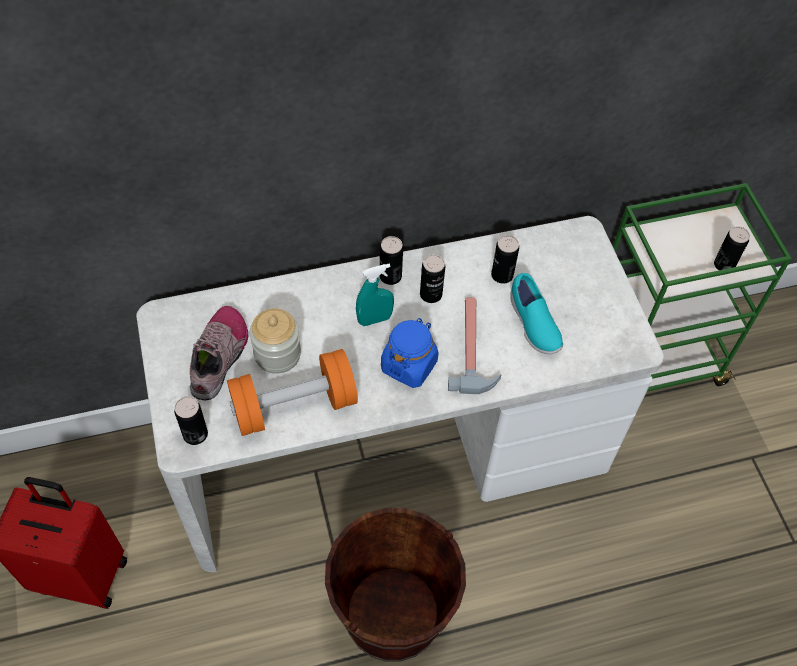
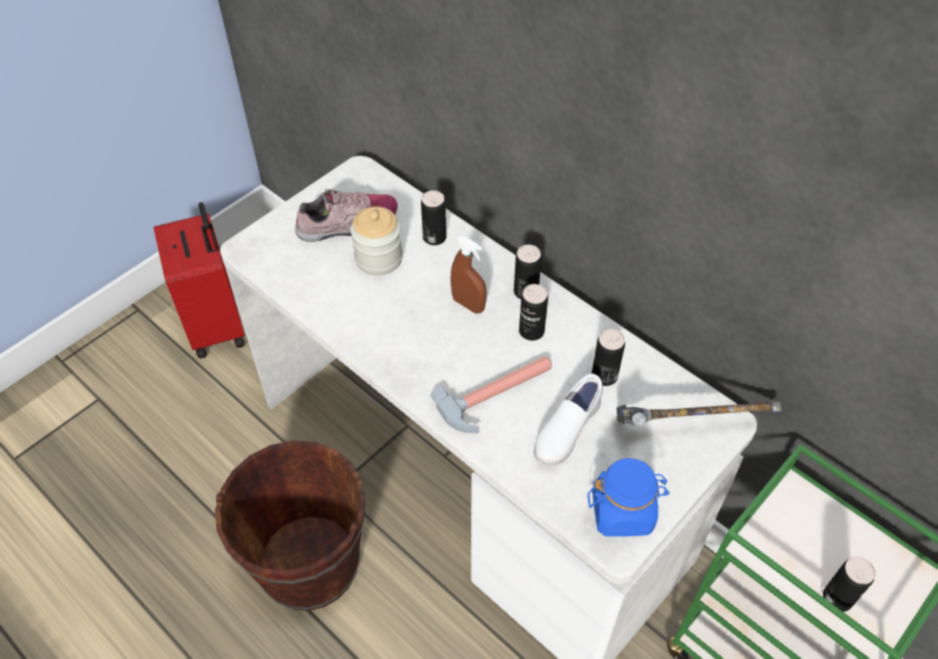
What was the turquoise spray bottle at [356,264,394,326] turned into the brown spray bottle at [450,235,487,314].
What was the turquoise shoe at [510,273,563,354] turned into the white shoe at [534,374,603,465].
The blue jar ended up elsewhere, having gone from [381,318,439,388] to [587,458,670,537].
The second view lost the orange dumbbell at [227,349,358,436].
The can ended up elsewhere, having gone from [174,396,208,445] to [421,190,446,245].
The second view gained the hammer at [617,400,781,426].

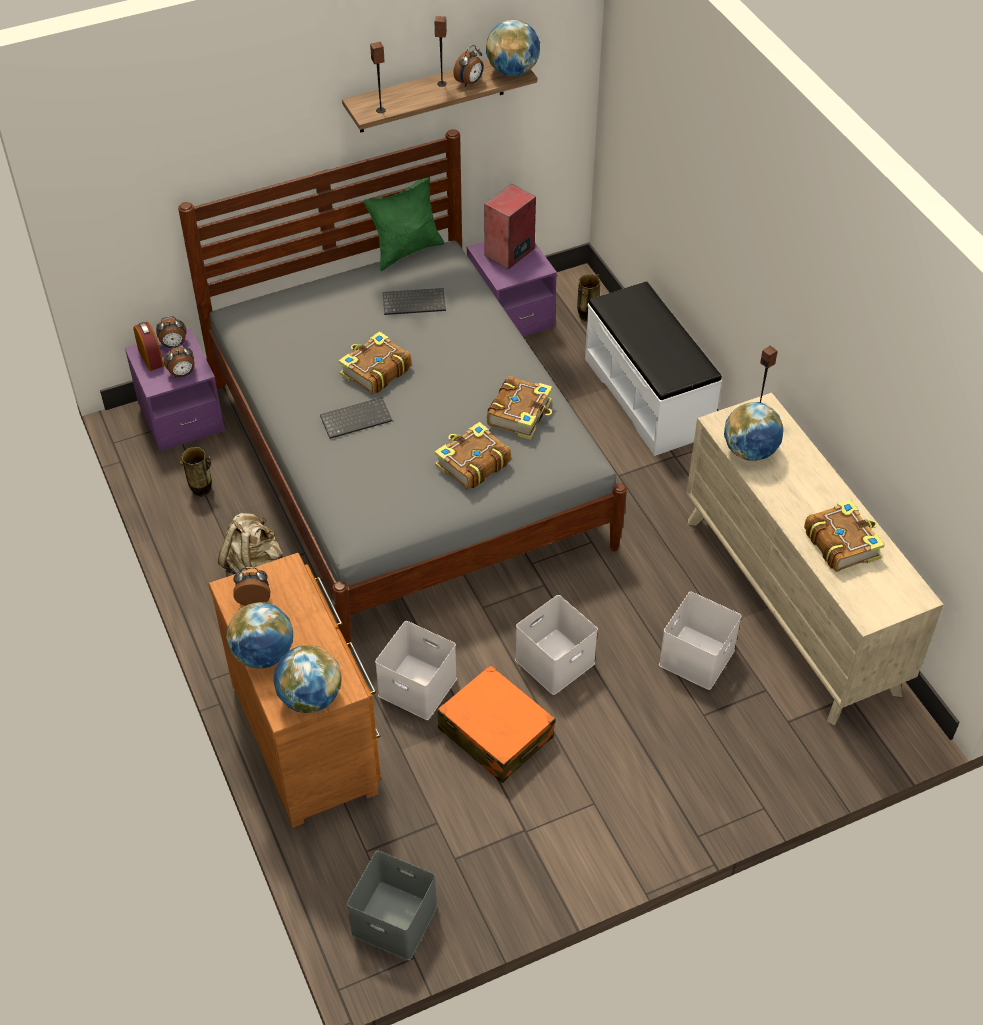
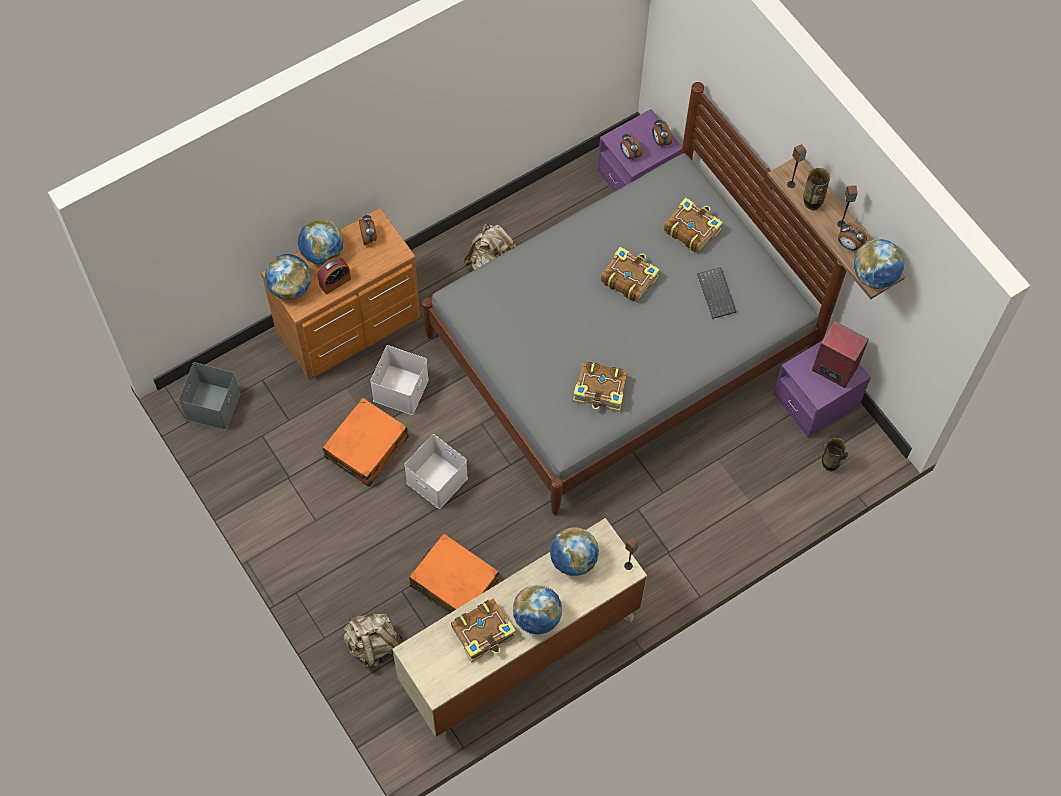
The second view lost the green pillow at [364,177,445,271].
The second view lost the white bench at [585,281,722,456].
The alarm clock ended up elsewhere, having gone from [134,322,164,371] to [318,257,351,294].
The second view lost the keyboard at [320,397,392,439].
The book ended up elsewhere, having gone from [435,422,511,490] to [664,198,723,253].
The vase ended up elsewhere, having gone from [180,447,212,497] to [803,168,830,210].
Where the white storage box stood at [659,592,741,690], the orange suitcase came to stand at [409,533,499,613].
The second view gained the globe at [513,585,562,635].
The second view gained the beige backpack at [343,614,403,669].

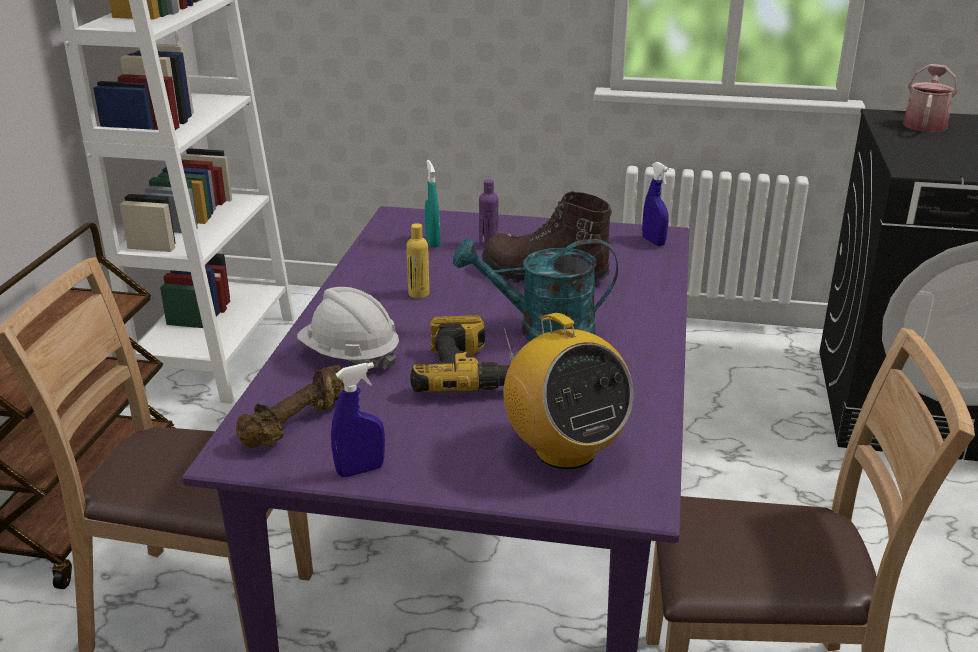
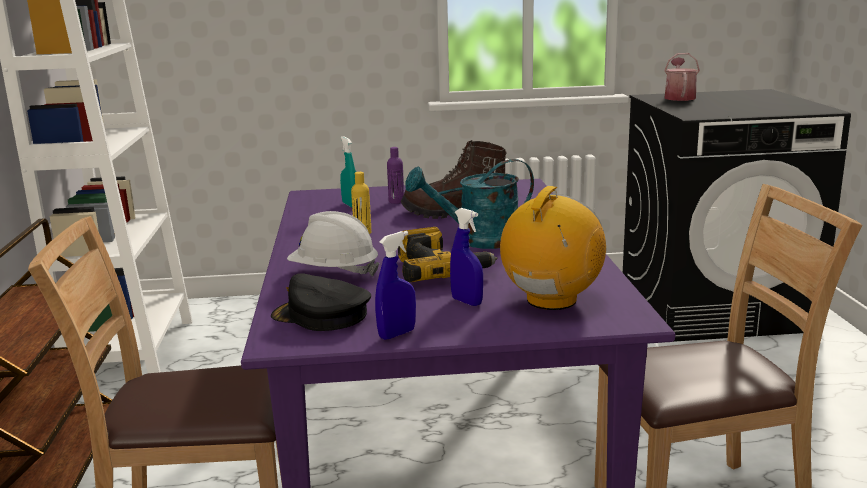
The blue spray bottle ended up elsewhere, having gone from [642,162,669,246] to [450,208,483,306].
The radio at [503,313,633,469] ended up facing another way, 105 degrees counterclockwise from before.
Where the brown dumbbell stood at [236,365,344,448], the black cap came to stand at [271,273,371,331].

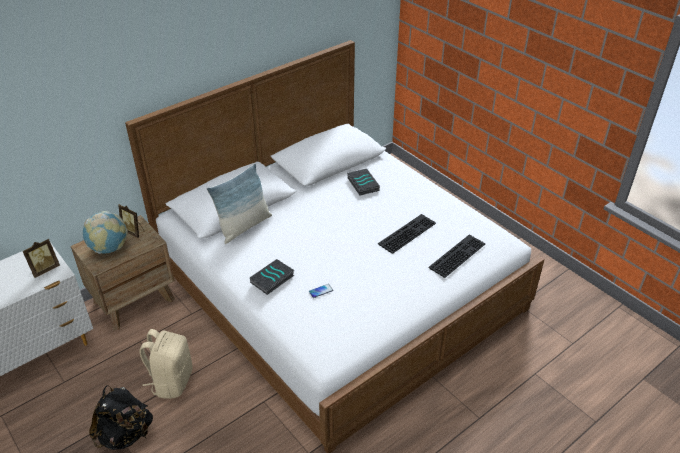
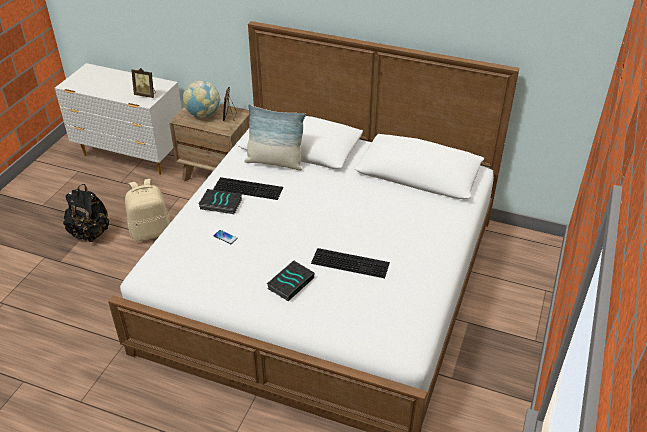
The book ended up elsewhere, having gone from [347,169,380,195] to [267,260,314,301].
The keyboard ended up elsewhere, having gone from [428,235,486,278] to [213,177,283,200].

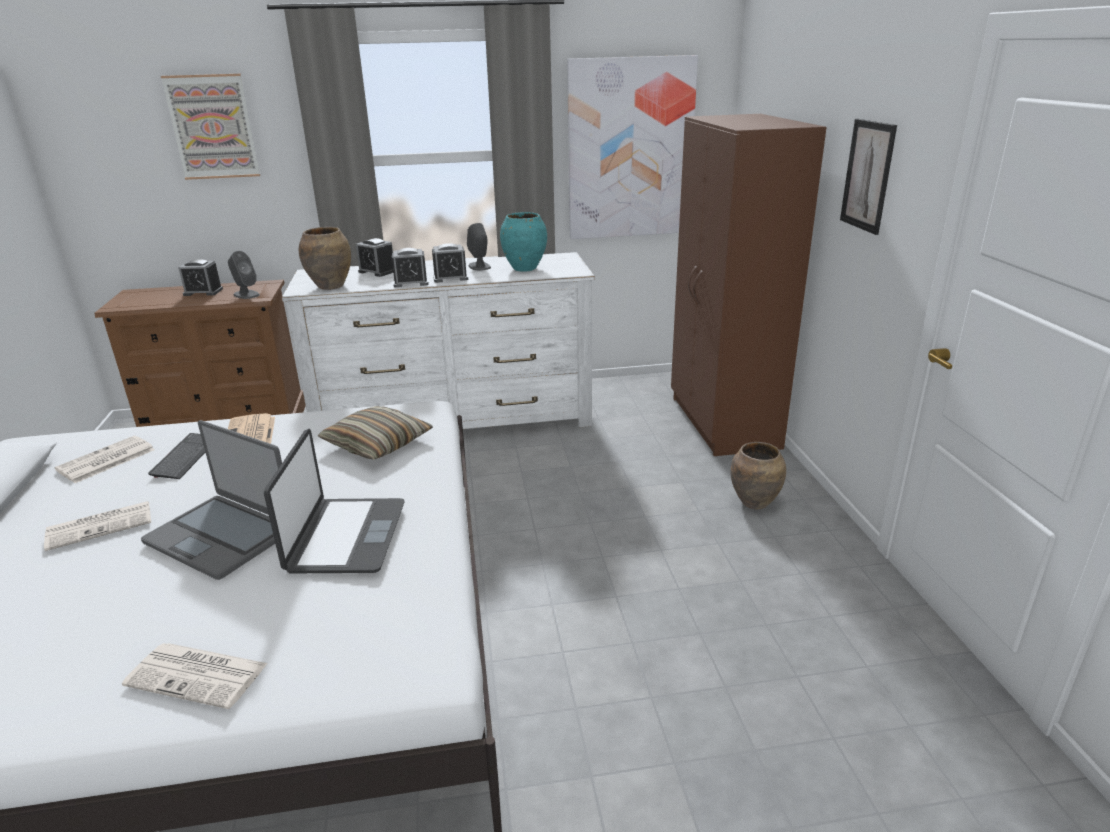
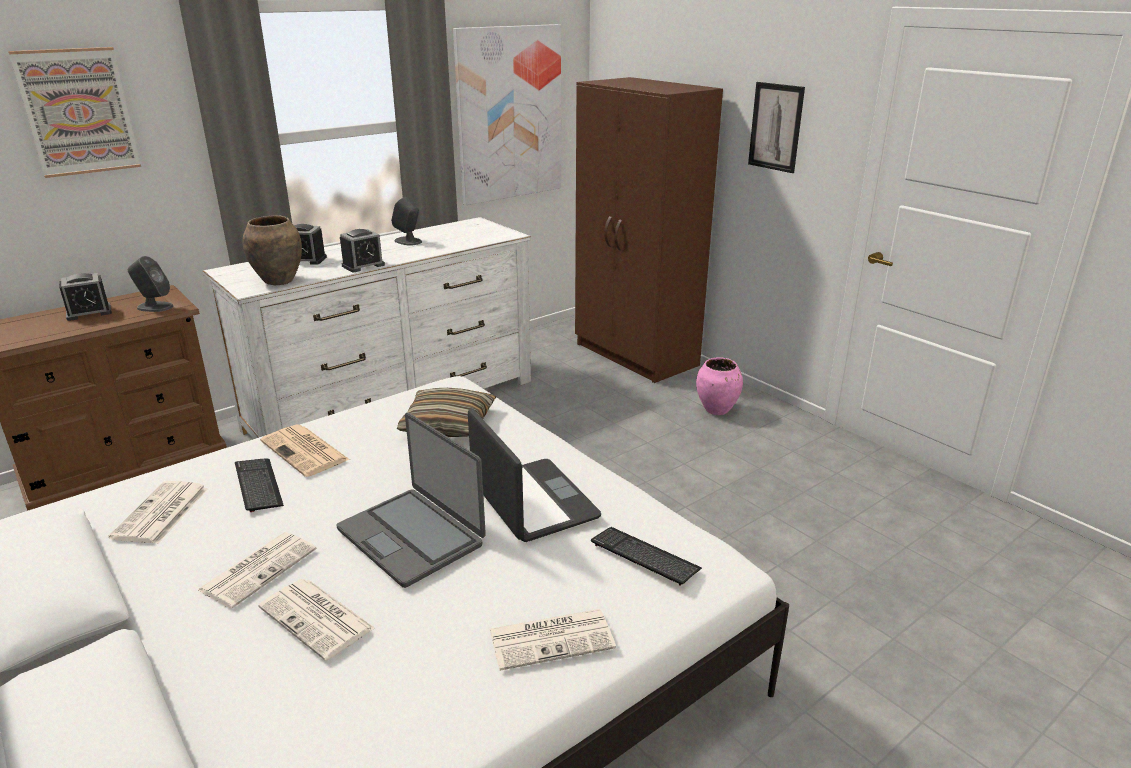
The second view lost the turquoise vase at [500,212,547,272].
The second view lost the alarm clock at [432,243,468,283].
The laptop at [141,420,282,580] ended up facing another way, 45 degrees clockwise from before.
What was the brown vase at [731,442,786,509] turned into the pink vase at [696,357,743,415].
The second view gained the keyboard at [591,527,702,586].
The second view gained the newspaper at [258,579,375,660].

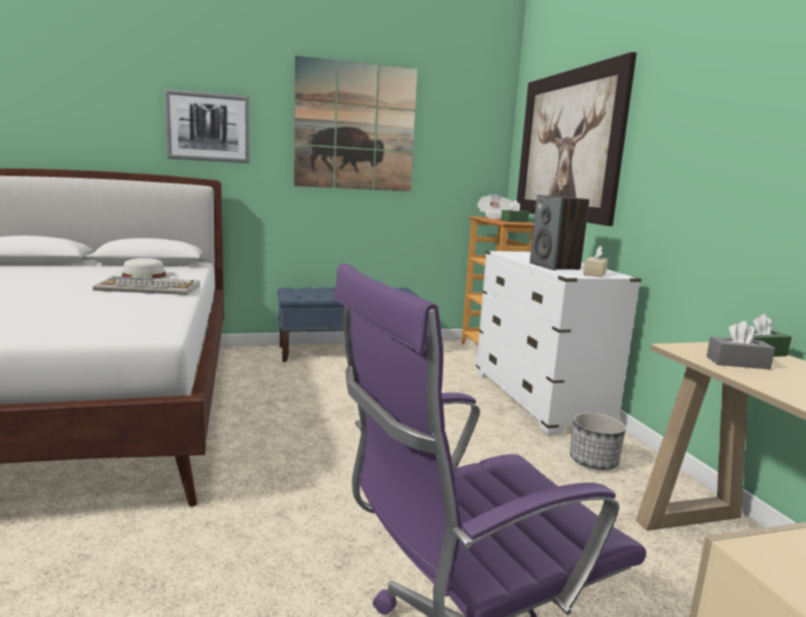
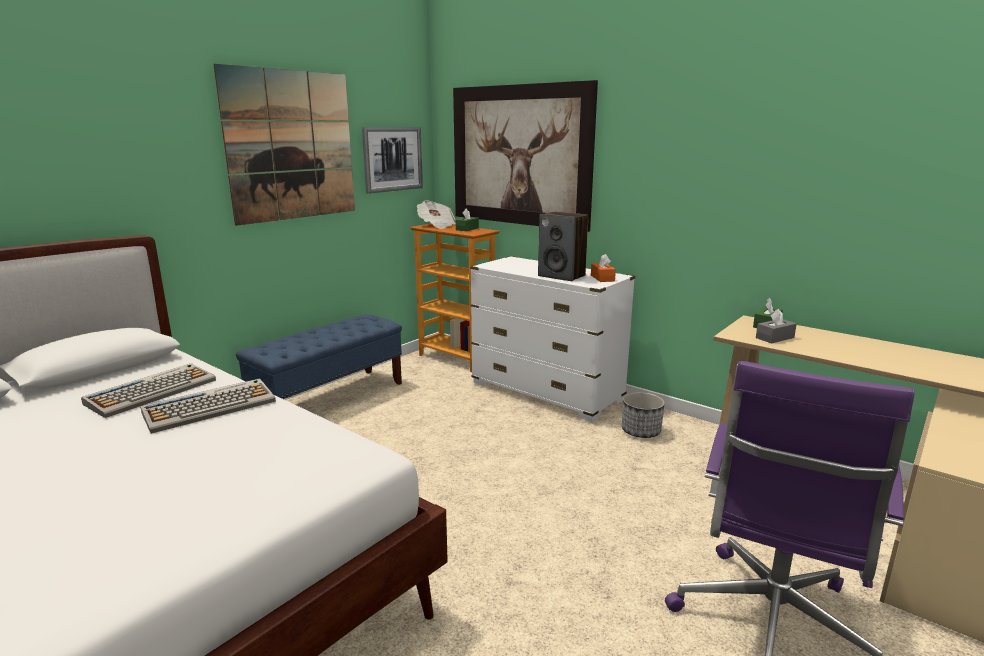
The picture ended up elsewhere, having gone from [164,89,250,163] to [362,127,423,194].
What was the beige tissue box at [583,246,608,277] turned into the orange tissue box at [591,254,616,282].
Where the white hat stood at [108,258,179,279], the keyboard came to stand at [81,363,216,418].

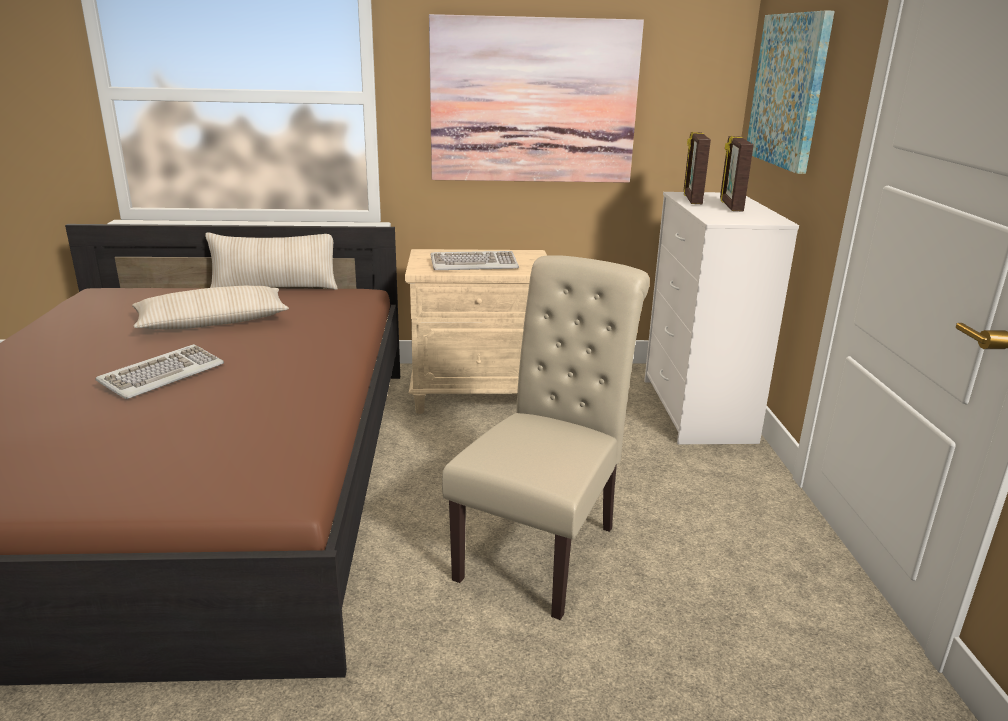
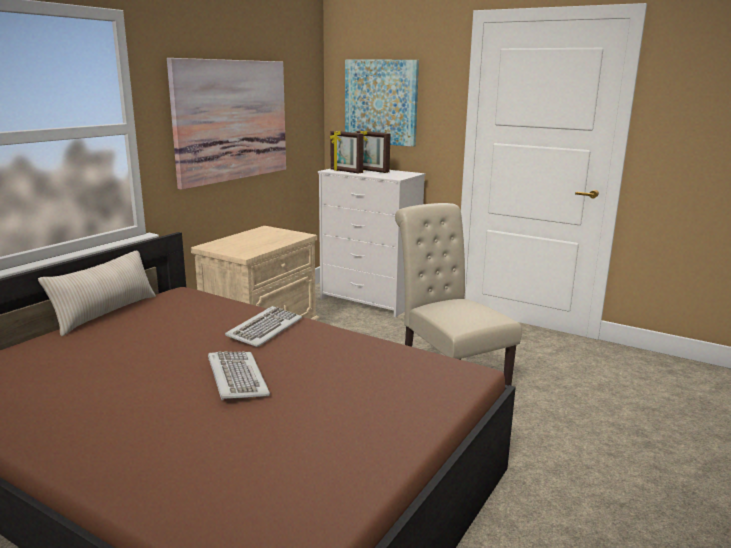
The keyboard ended up elsewhere, having gone from [431,251,519,270] to [225,306,302,347].
The second view lost the beige pillow at [132,286,289,330].

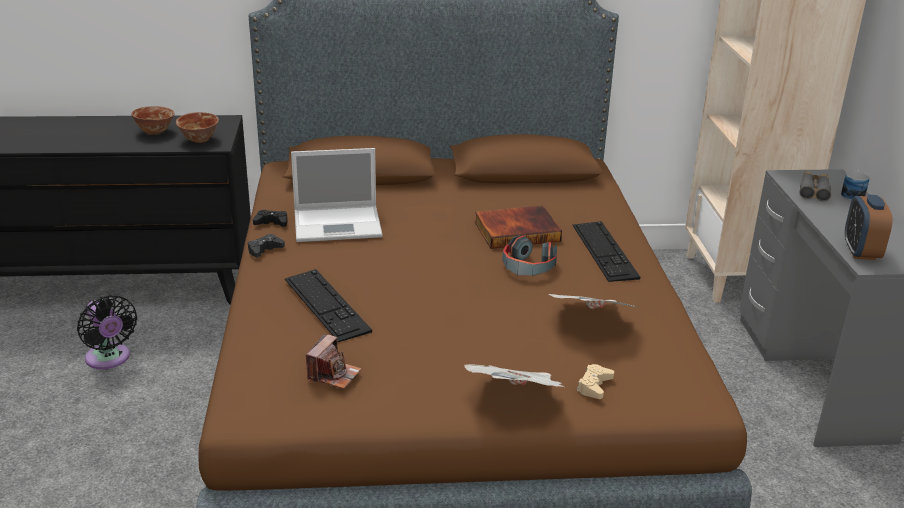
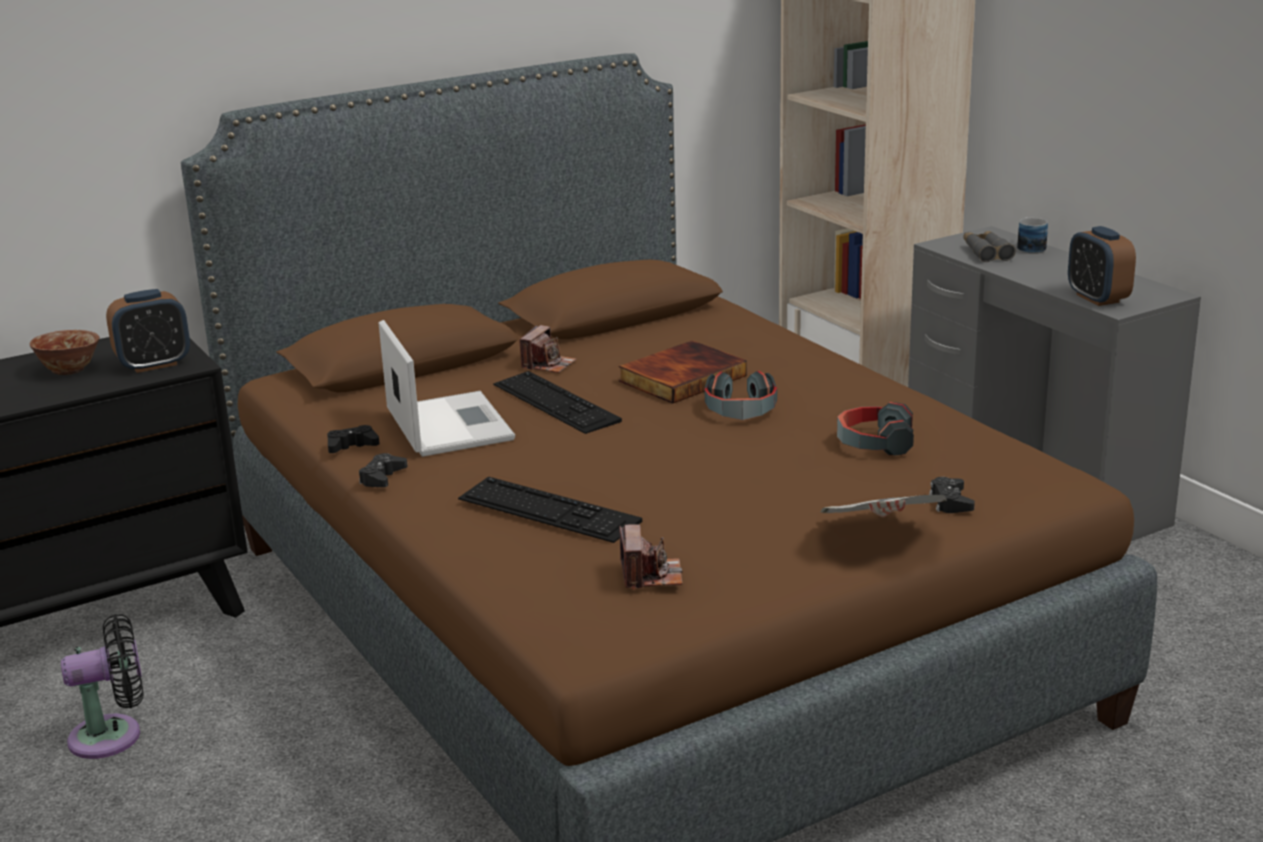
Where the bowl stood at [176,112,219,143], the alarm clock came to stand at [106,289,190,373].
The laptop at [291,148,382,242] ended up facing another way, 75 degrees counterclockwise from before.
The keyboard ended up elsewhere, having gone from [572,221,640,282] to [493,371,622,434].
Where the newspaper stood at [548,294,636,309], the headphones came to stand at [837,402,914,456].
The black fan at [77,295,137,369] ended up facing another way, 45 degrees counterclockwise from before.
What was the beige game controller at [577,364,614,399] turned into the black game controller at [929,477,975,513].
The second view gained the photo camera at [519,325,577,373].

